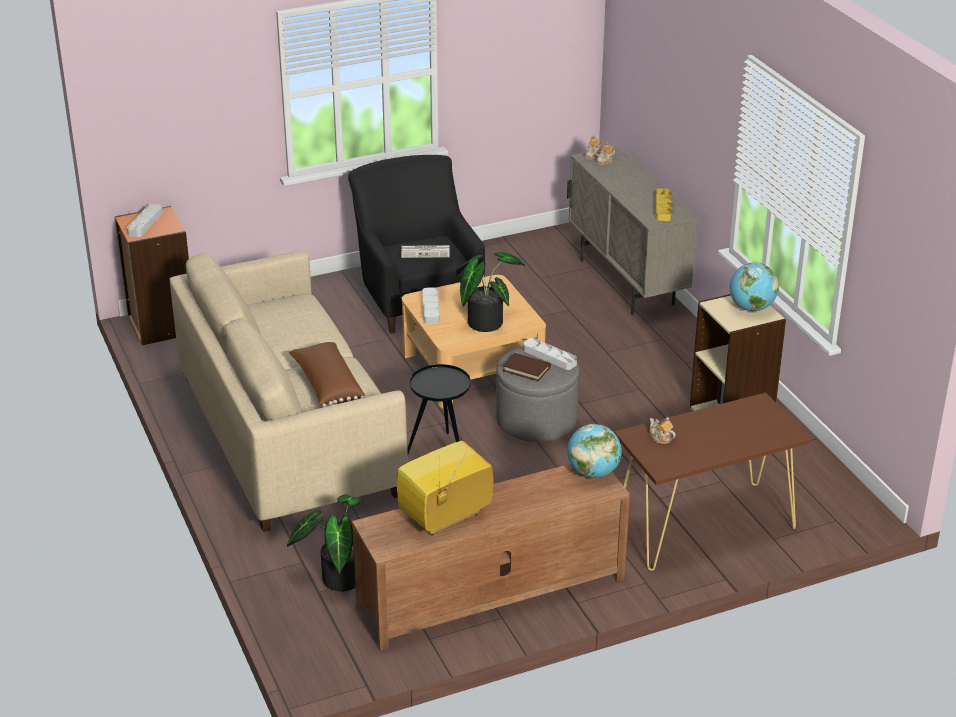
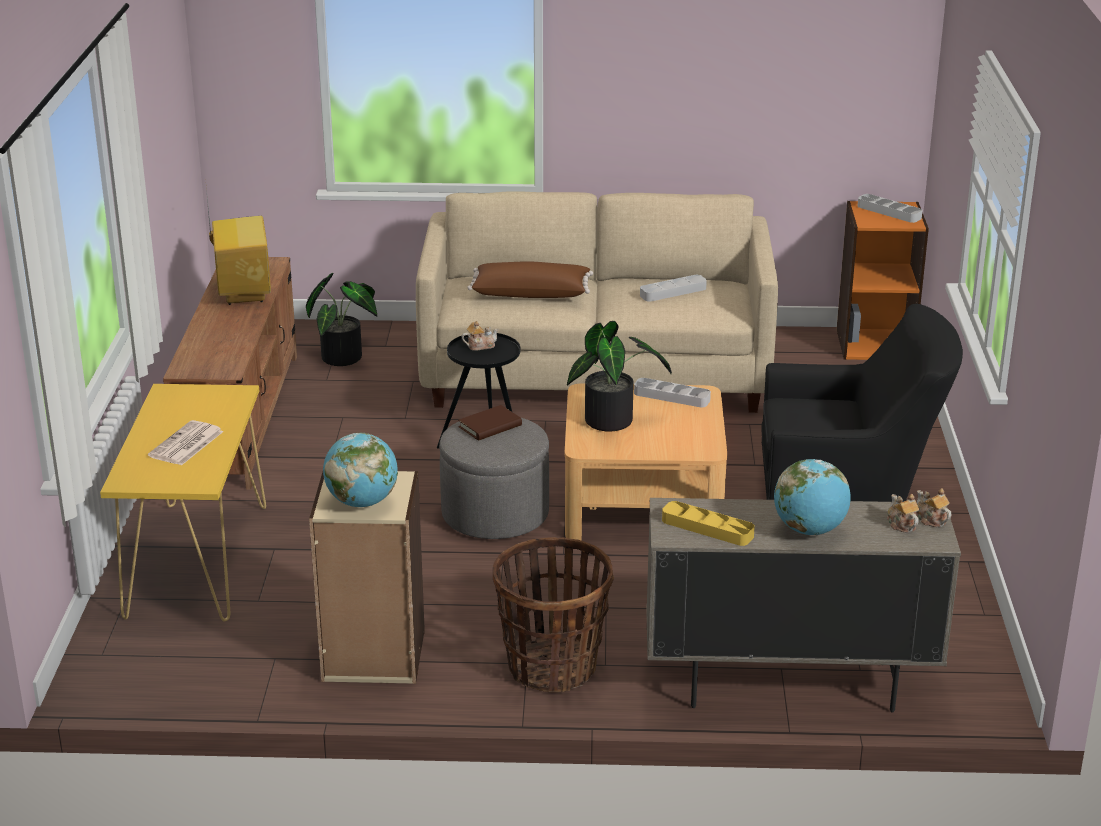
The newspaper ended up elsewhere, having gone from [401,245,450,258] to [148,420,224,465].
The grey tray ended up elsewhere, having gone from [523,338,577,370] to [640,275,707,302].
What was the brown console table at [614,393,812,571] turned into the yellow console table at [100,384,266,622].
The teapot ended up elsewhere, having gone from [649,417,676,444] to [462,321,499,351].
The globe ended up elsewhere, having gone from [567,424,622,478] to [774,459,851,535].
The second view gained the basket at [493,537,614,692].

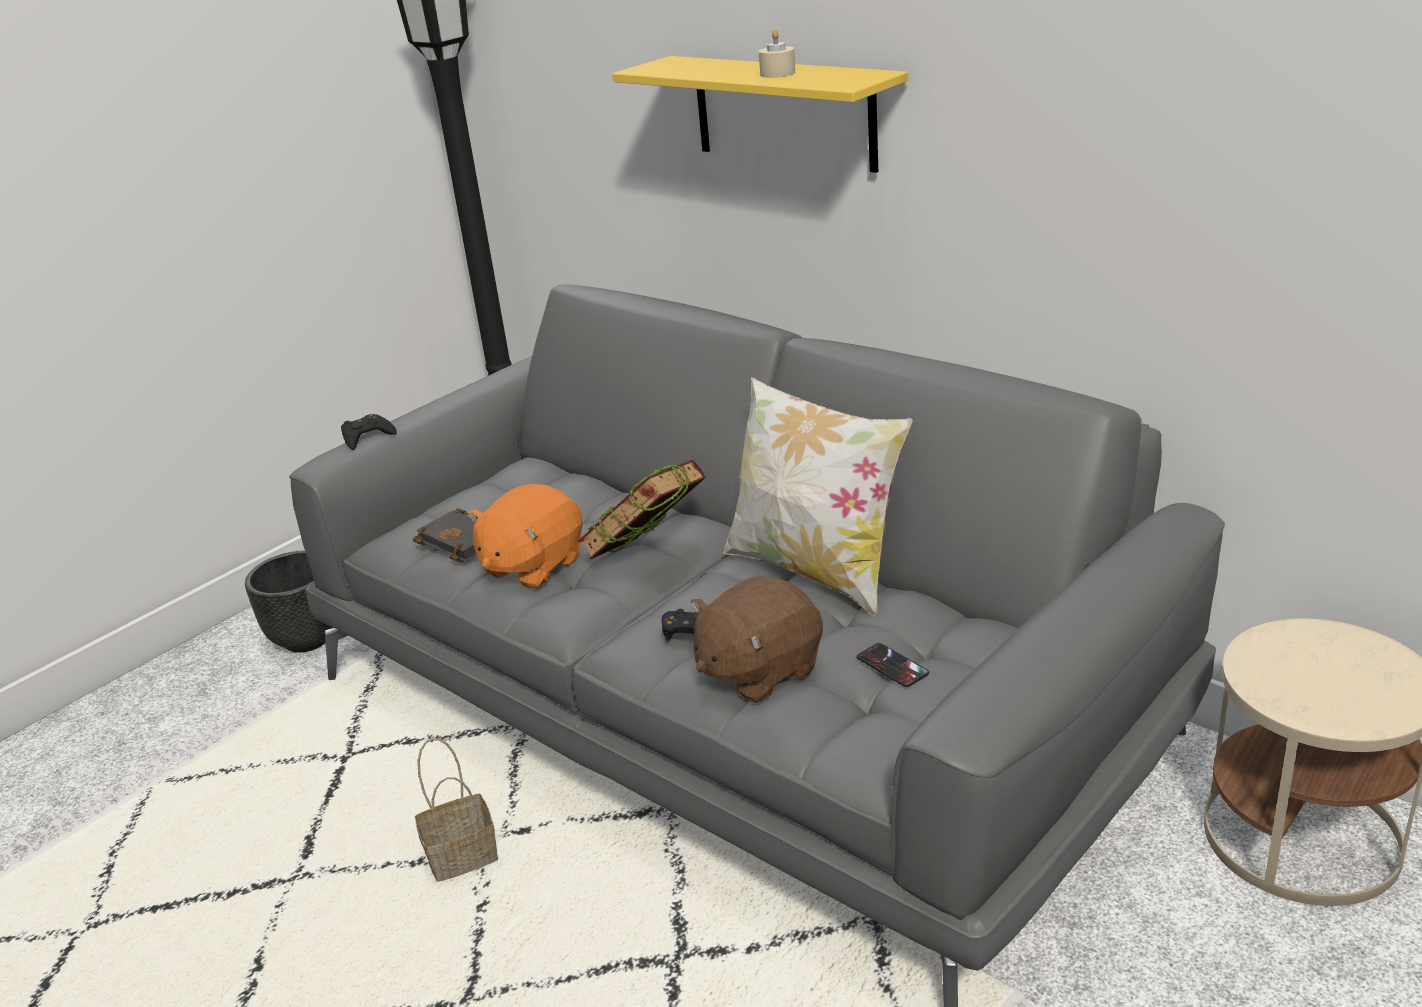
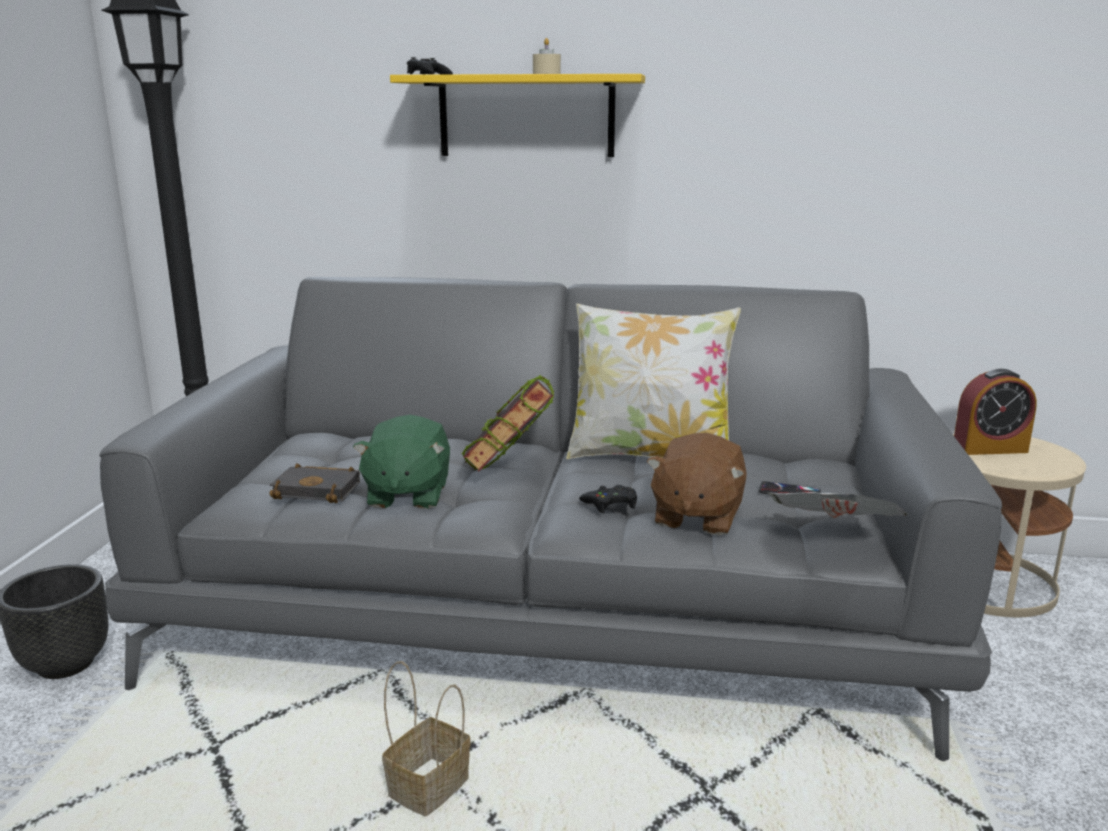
The black game controller ended up elsewhere, having gone from [341,414,397,450] to [407,57,453,75].
What was the orange plush toy at [467,484,583,589] turned into the green plush toy at [353,415,450,509].
The second view gained the alarm clock at [954,369,1037,455].
The second view gained the newspaper at [768,492,908,518].

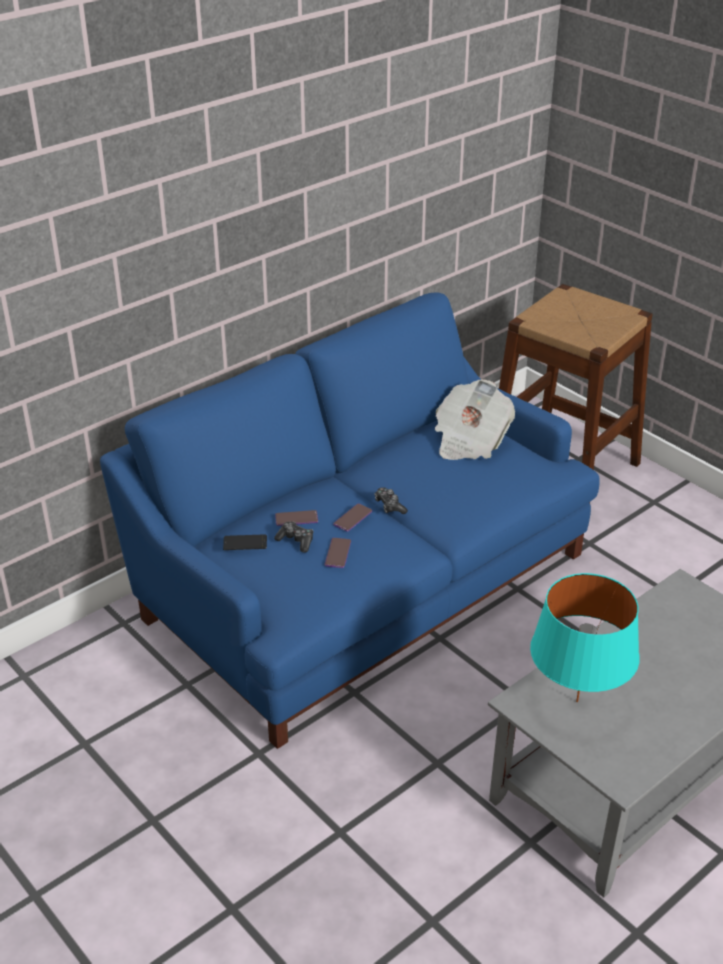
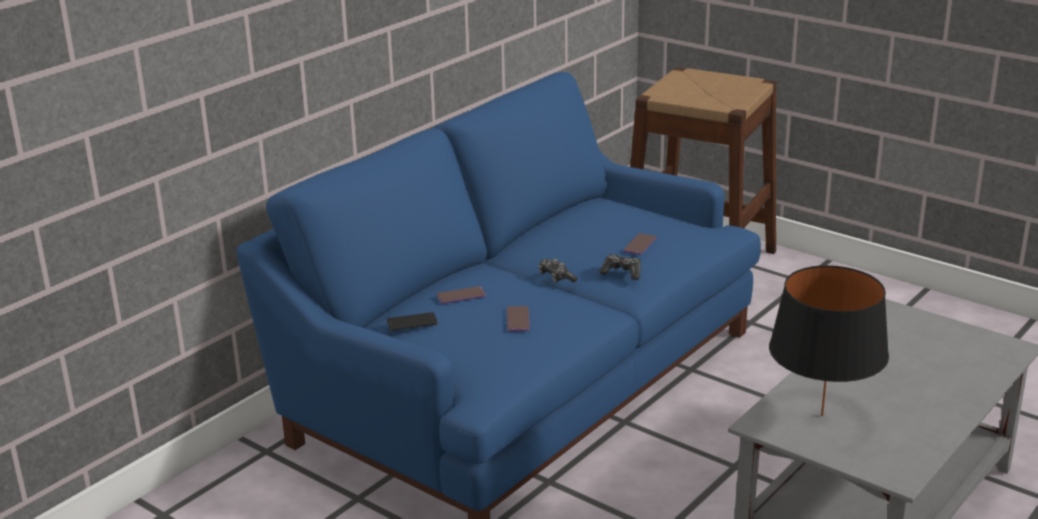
The second view lost the newspaper at [435,379,515,460].
The phone ended up elsewhere, having gone from [333,503,372,532] to [623,233,657,255].
The game controller ended up elsewhere, having gone from [274,521,313,553] to [599,254,641,280].
What was the turquoise table lamp at [530,573,640,702] turned into the black table lamp at [769,265,889,416].

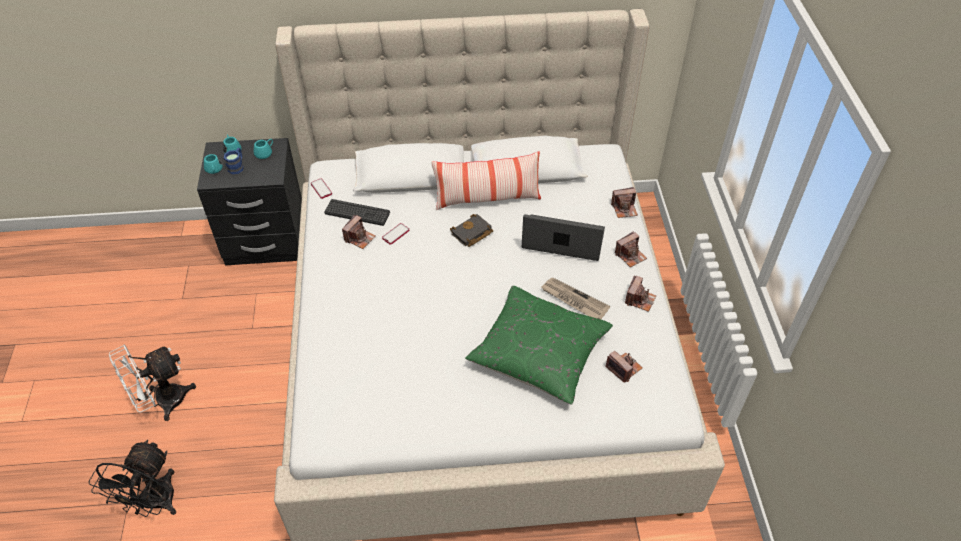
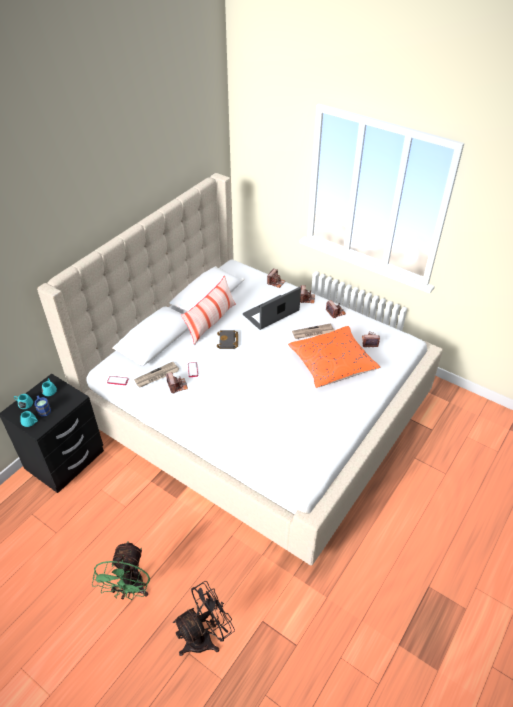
Where the keyboard stood at [324,199,390,226], the newspaper came to stand at [134,362,179,387].
What was the green pillow at [465,286,613,405] turned into the orange pillow at [288,326,380,388].
What was the white fan at [109,344,196,421] turned into the green fan at [92,541,150,600].
The black fan at [88,440,177,517] ended up facing another way, 90 degrees counterclockwise from before.

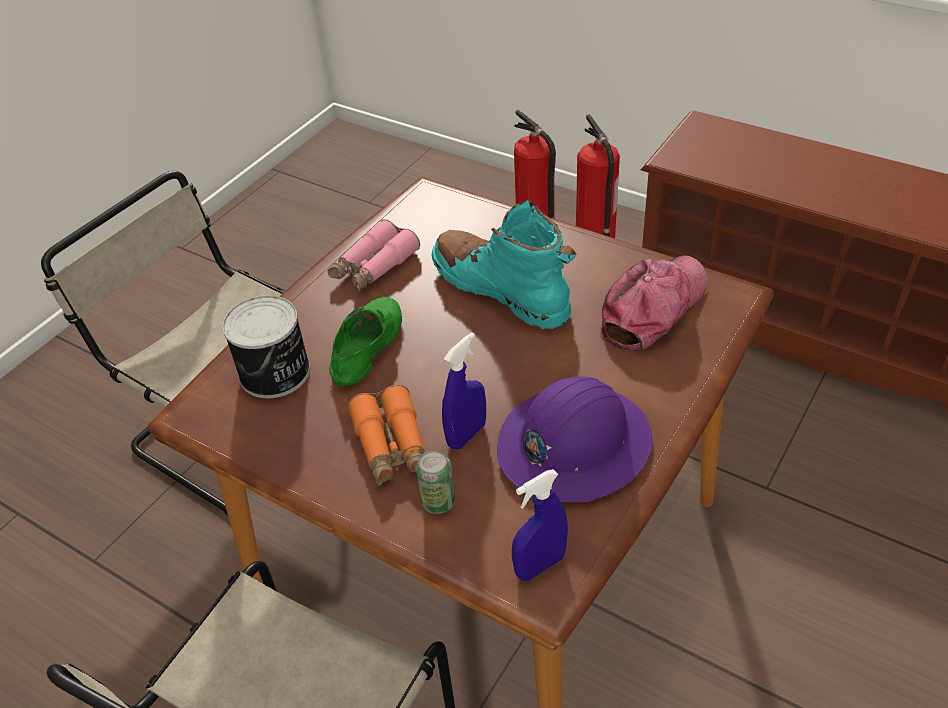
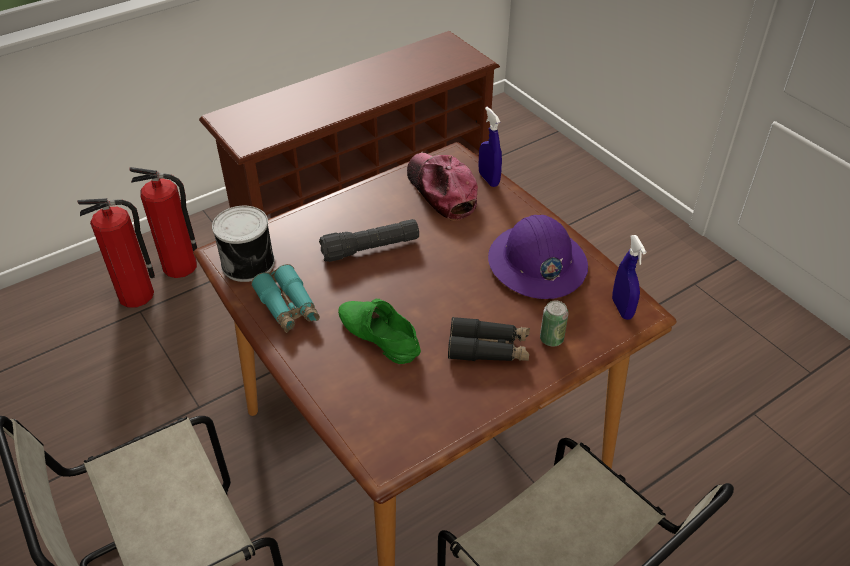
Where the turquoise boot stood at [431,200,577,329], the black flashlight came to stand at [319,219,419,262].
What was the pink binoculars at [328,219,420,291] turned into the turquoise binoculars at [251,264,320,333].
The can ended up elsewhere, having gone from [222,295,310,398] to [212,206,275,282].
The blue spray bottle ended up elsewhere, having gone from [442,332,486,450] to [478,107,502,187].
What was the orange binoculars at [348,385,425,485] turned into the black binoculars at [448,317,530,361].

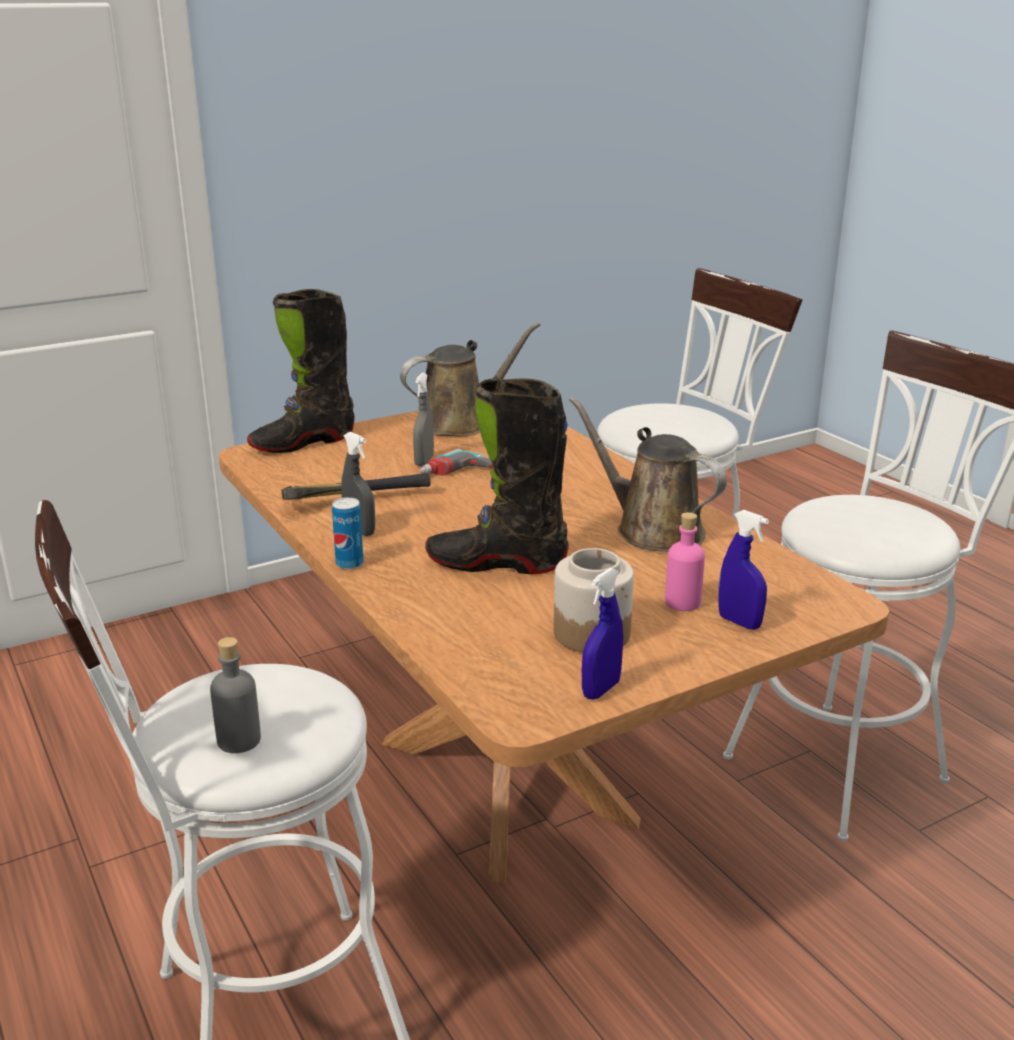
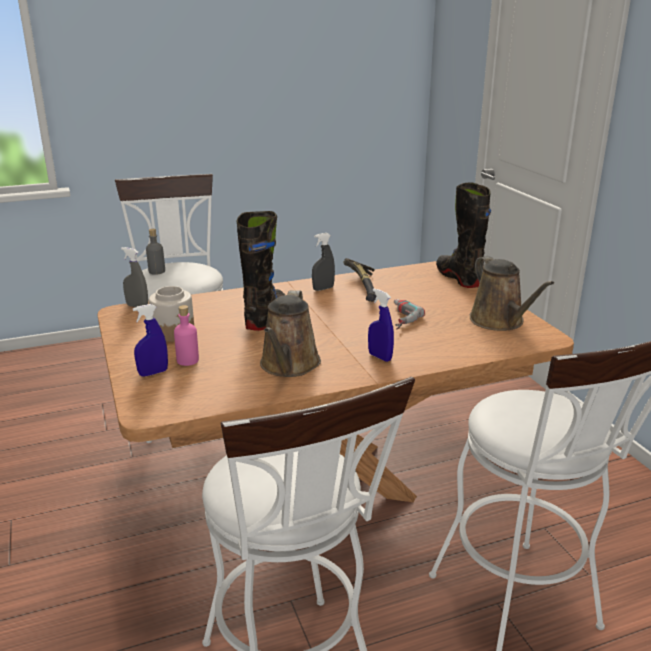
The grey spray bottle ended up elsewhere, having gone from [413,373,434,466] to [121,247,148,307].
The brown watering can at [569,397,727,552] ended up facing another way, 135 degrees clockwise from before.
The second view lost the can at [332,497,364,570].
The blue spray bottle ended up elsewhere, having gone from [582,568,623,700] to [368,288,394,362].

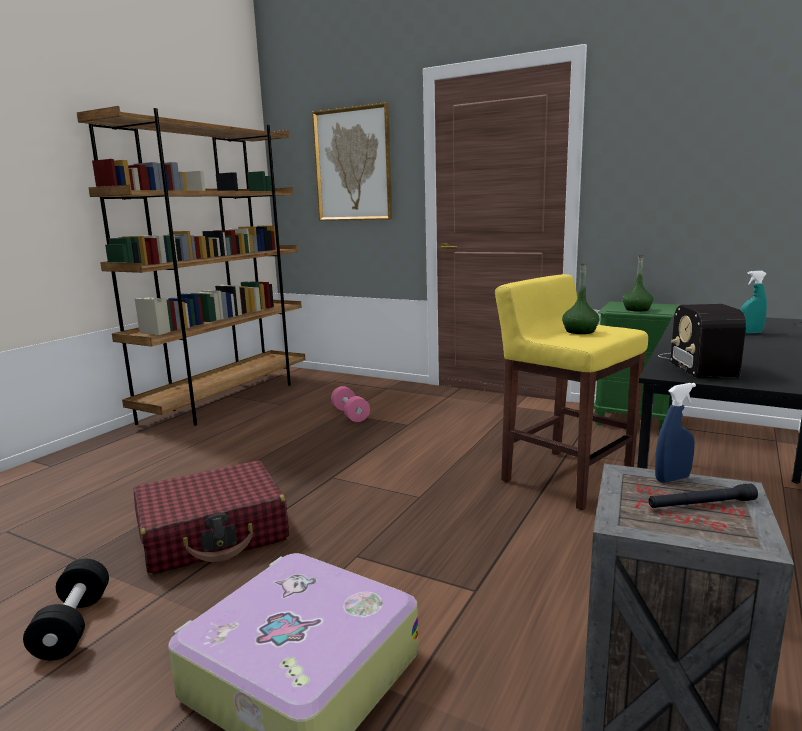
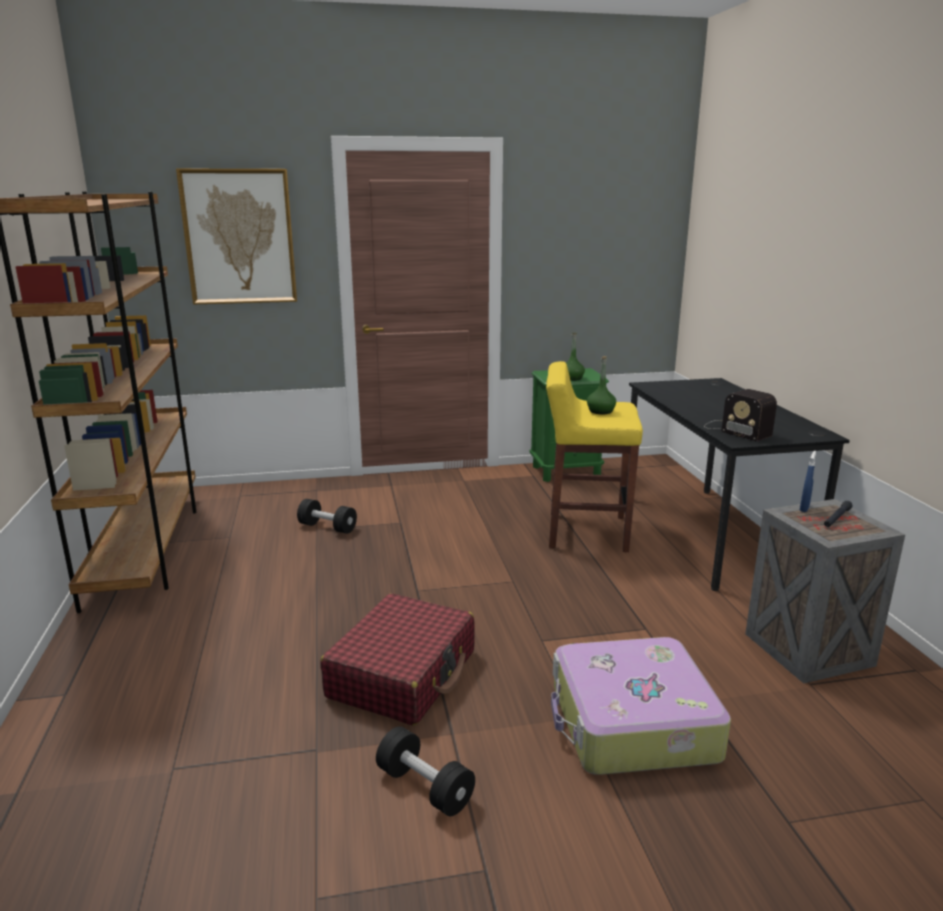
The second view lost the turquoise spray bottle at [740,271,767,334].
What was the pink dumbbell at [331,386,370,422] turned into the black dumbbell at [297,499,357,534].

